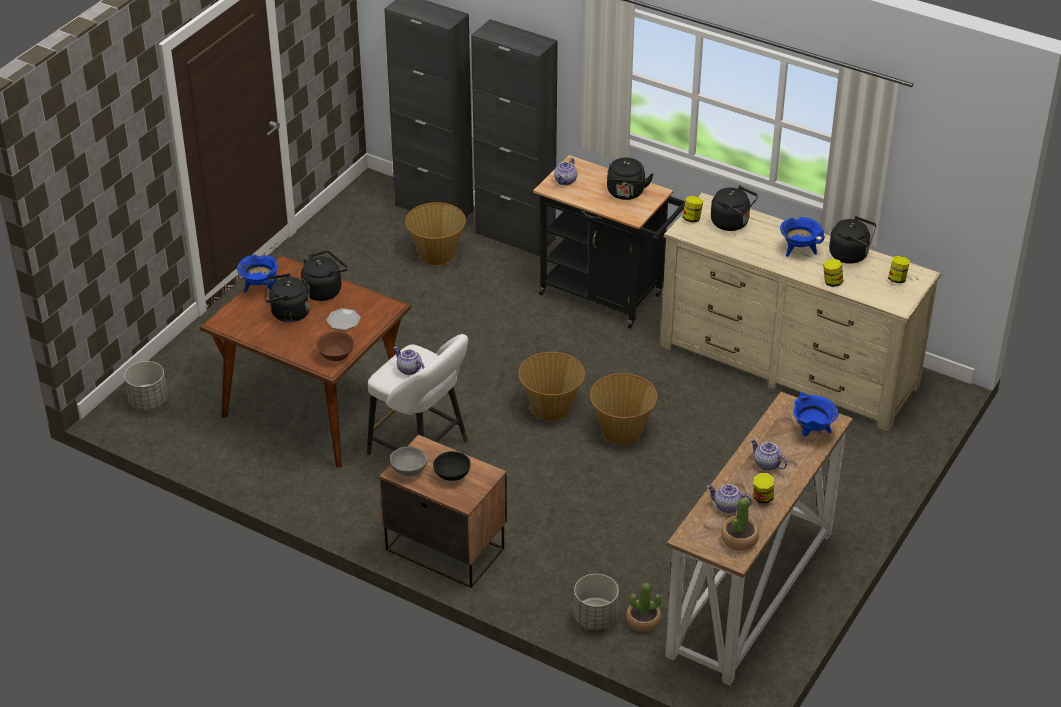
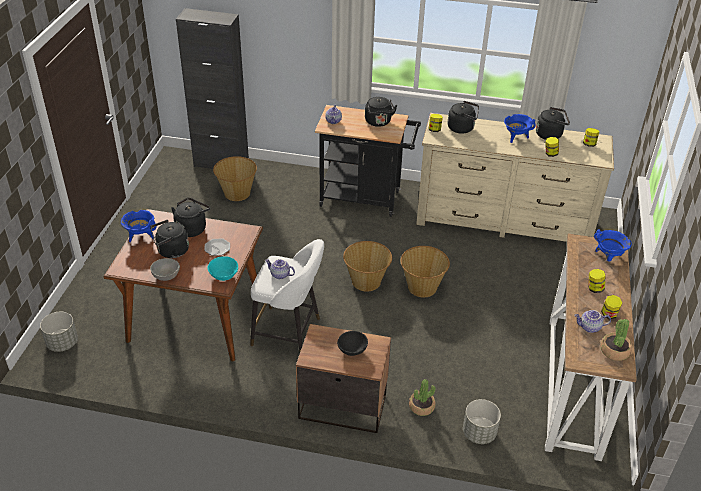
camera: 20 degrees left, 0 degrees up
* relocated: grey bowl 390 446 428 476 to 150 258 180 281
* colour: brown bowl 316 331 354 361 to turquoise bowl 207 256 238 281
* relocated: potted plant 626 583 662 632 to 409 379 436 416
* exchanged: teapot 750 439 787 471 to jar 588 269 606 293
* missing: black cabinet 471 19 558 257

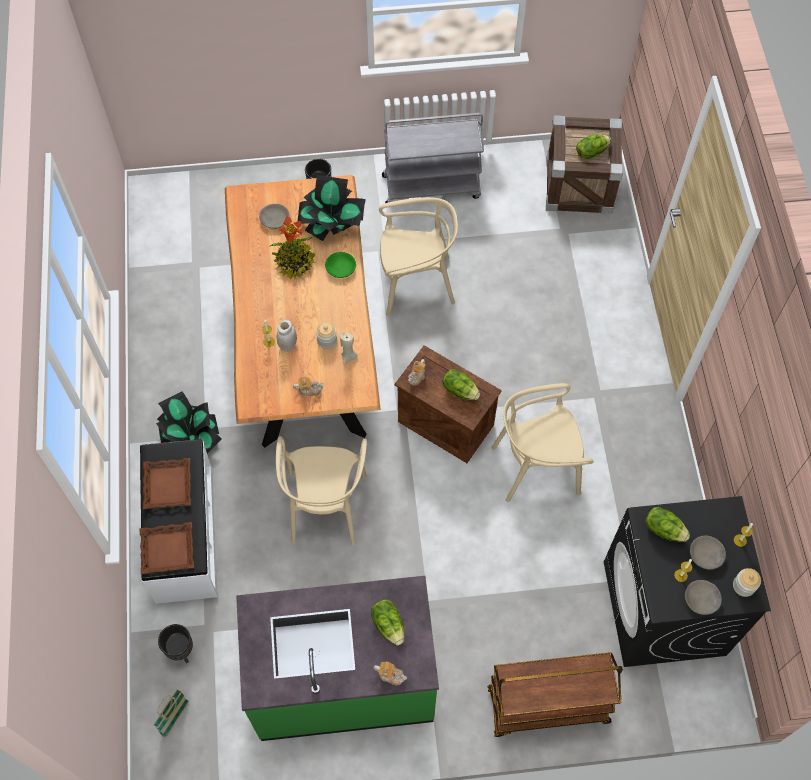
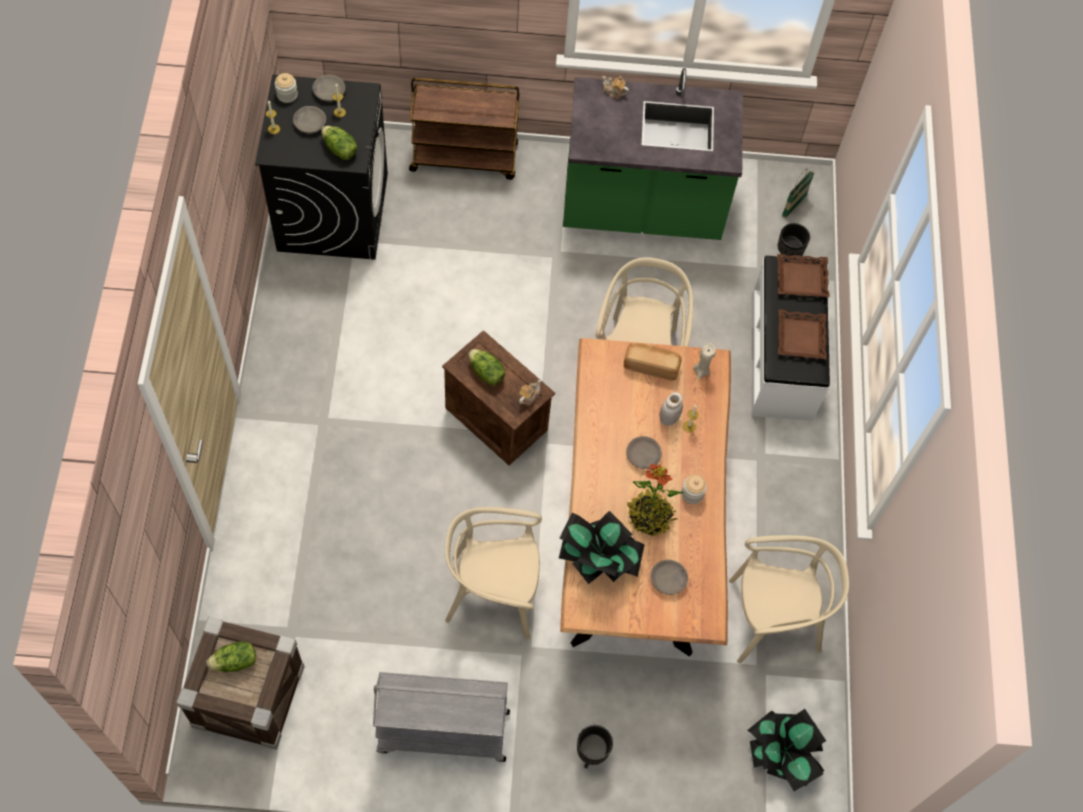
camera: 175 degrees left, 0 degrees up
* exchanged: teapot 293 376 324 396 to bread 624 343 682 381
* appeared: grey bowl 626 436 662 469
* relocated: jar 316 322 337 349 to 681 474 707 504
* relocated: beige candle 340 332 358 365 to 693 343 716 379
* relocated: beige chair 491 383 594 502 to 729 535 849 663
* relocated: potted plant 156 392 222 453 to 747 709 826 791
* missing: green bowl 325 252 356 278
* missing: lettuce 371 599 404 646

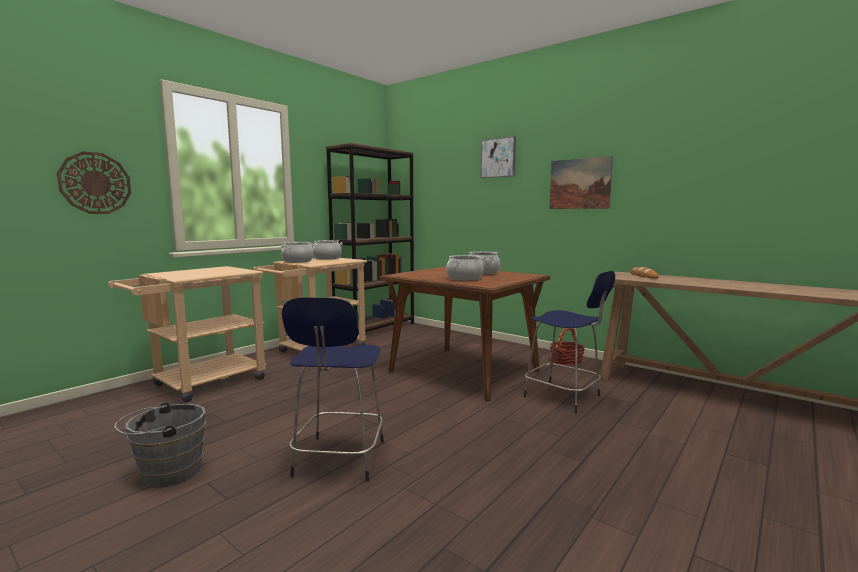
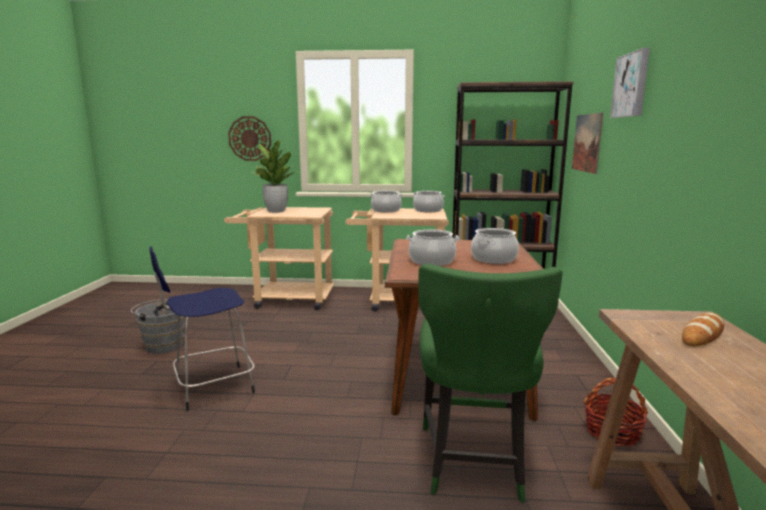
camera: 55 degrees right, 5 degrees up
* appeared: potted plant 252 140 298 213
* exchanged: blue stool 524 271 615 413 to green chair 418 263 563 503
* relocated: picture 550 156 613 209 to 572 112 603 174

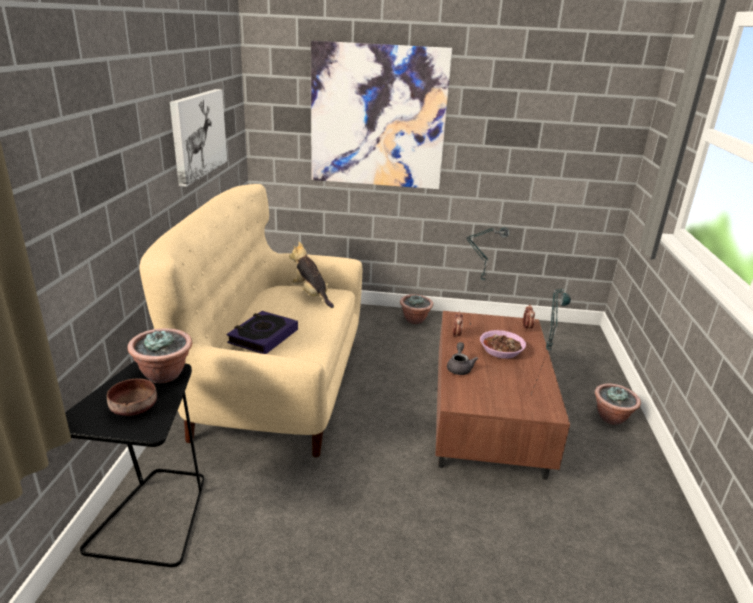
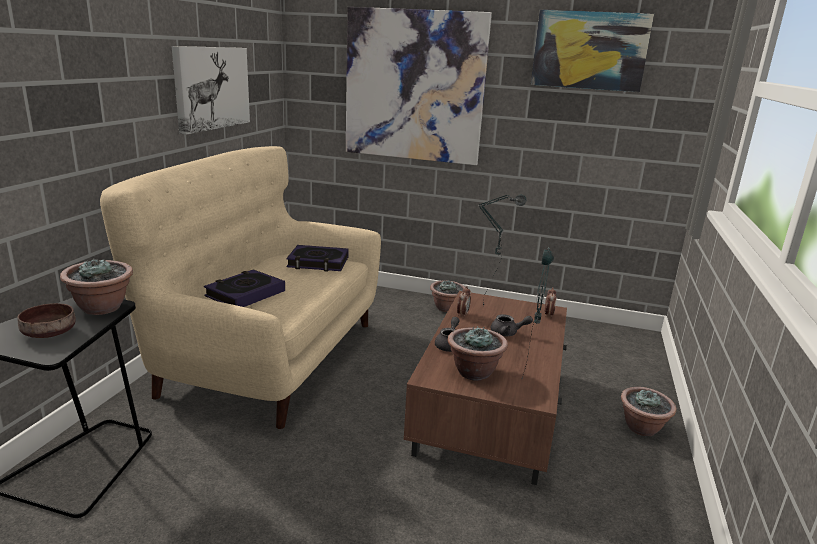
camera: 10 degrees right, 5 degrees down
* exchanged: plush toy 289 242 334 308 to book 286 245 349 272
* appeared: potted plant 448 326 508 381
* exchanged: bowl 480 330 526 358 to grey teapot 491 314 533 336
* appeared: picture 531 9 654 92

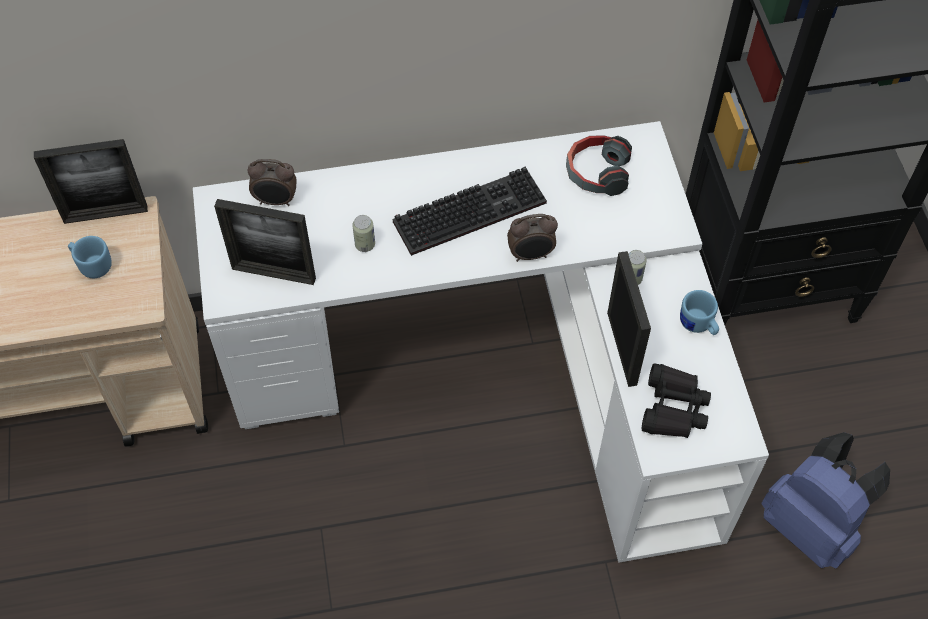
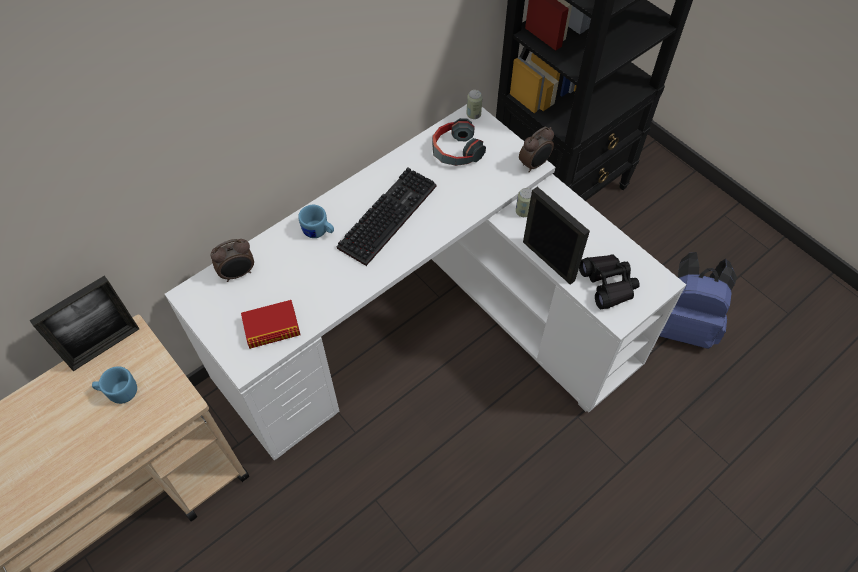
camera: 30 degrees left, 0 degrees up
* exchanged: picture frame 214 199 316 285 to book 241 300 300 349
* relocated: blue mug 680 290 719 335 to 298 205 334 238
* relocated: can 352 215 375 252 to 466 90 483 119
* relocated: alarm clock 507 214 558 262 to 519 127 554 173

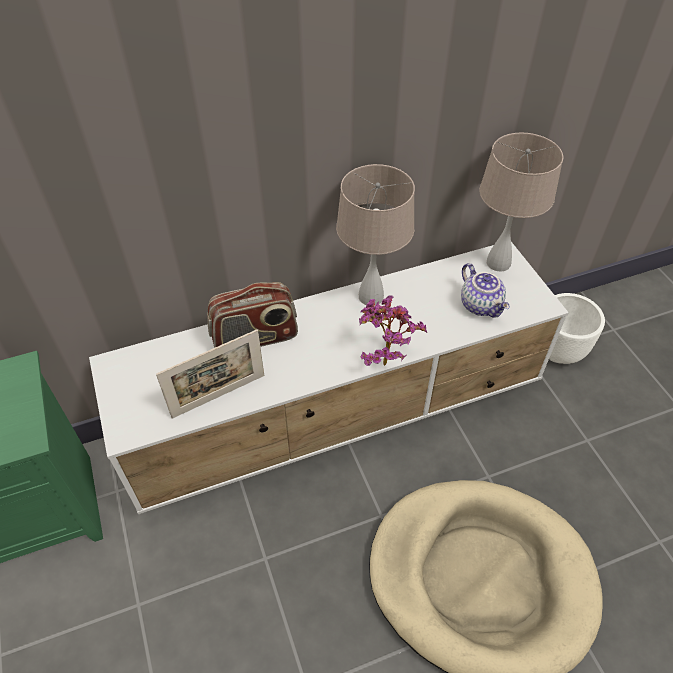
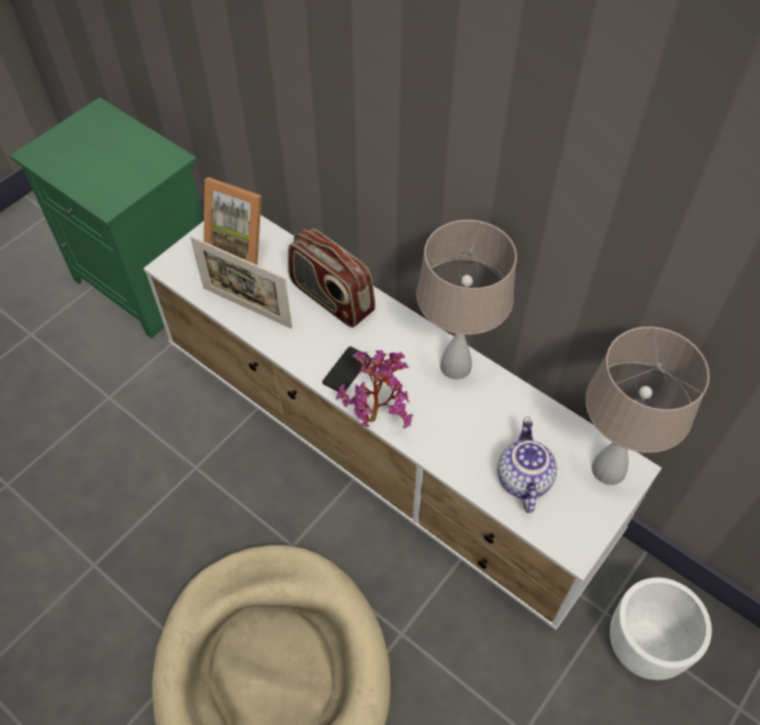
camera: 60 degrees right, 5 degrees up
* appeared: picture frame 204 177 262 265
* appeared: phone 322 346 370 392
* spun: teapot 461 263 510 317 = 497 417 557 513 150 degrees clockwise

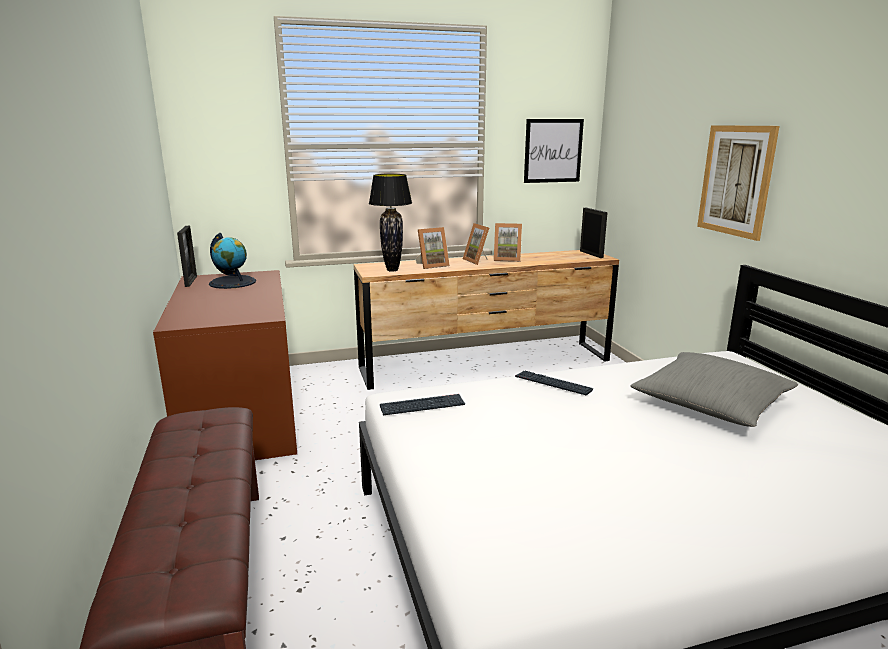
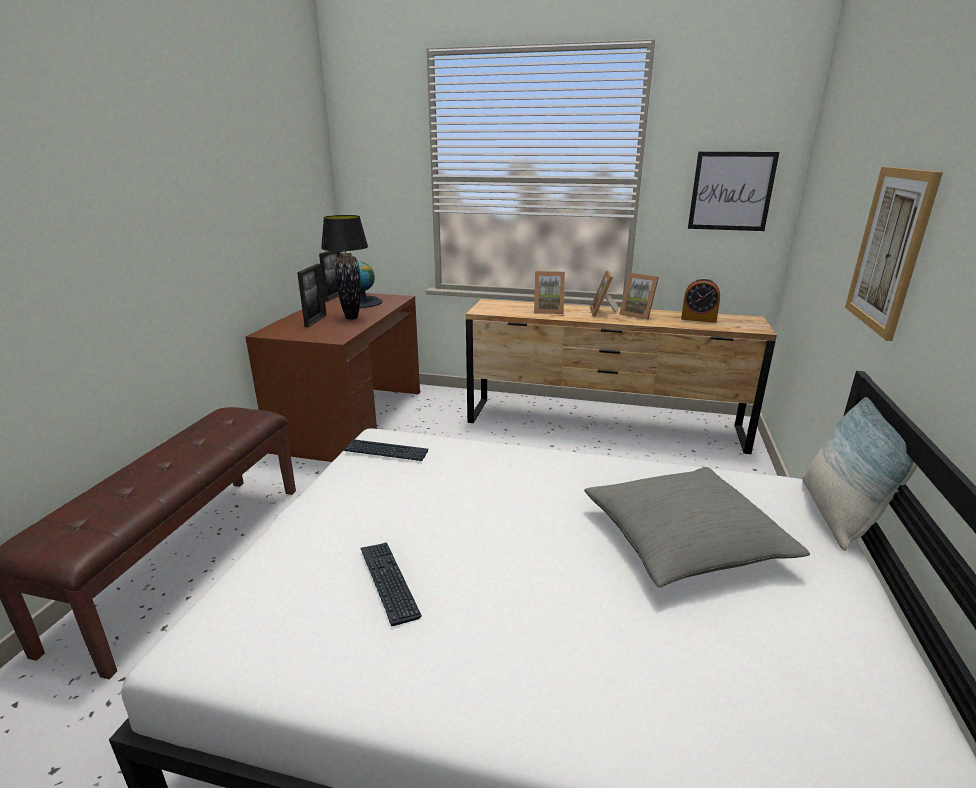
camera: 30 degrees right, 5 degrees up
* relocated: picture frame 580 208 608 258 to 297 264 327 327
* relocated: black table lamp 369 174 412 272 to 321 215 368 320
* relocated: keyboard 515 371 593 396 to 361 542 422 626
* appeared: alarm clock 681 278 720 323
* appeared: pillow 802 397 918 551

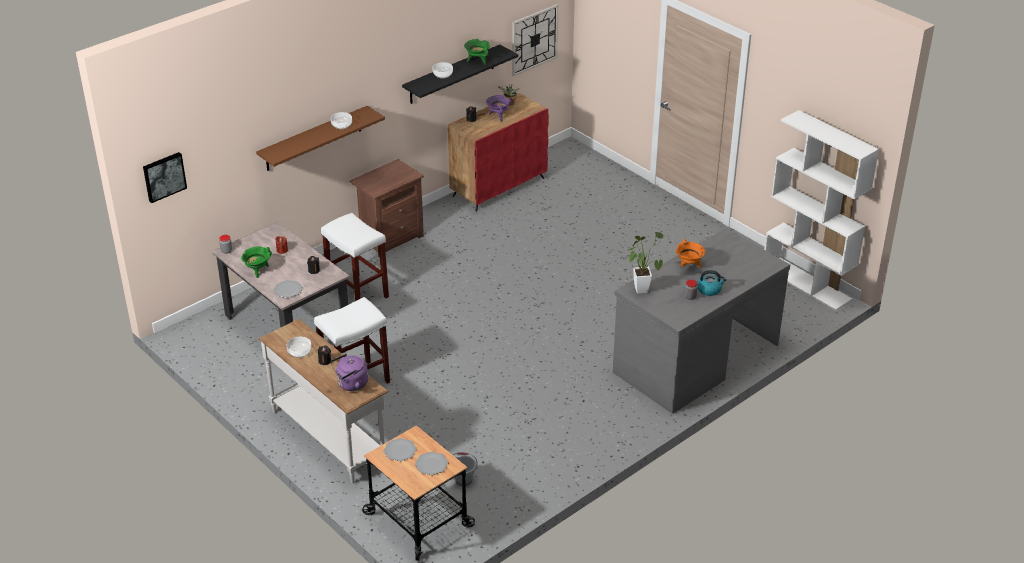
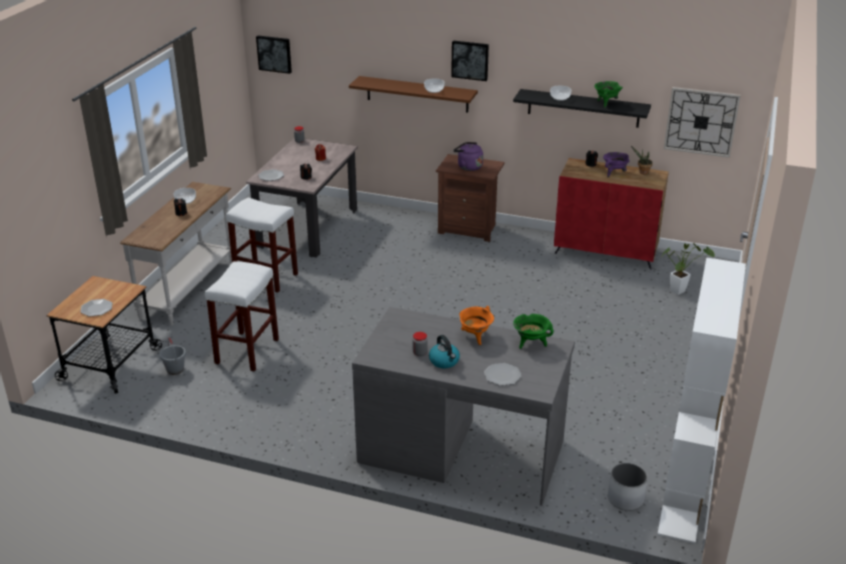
camera: 60 degrees right, 5 degrees down
* relocated: white stool 321 213 389 301 to 205 261 279 372
* appeared: picture 451 41 489 81
* relocated: purple kettle 330 354 368 391 to 453 142 483 171
* relocated: plate 384 438 417 461 to 484 363 521 386
* relocated: green cooking pot 241 246 272 278 to 513 313 554 349
* appeared: white planter 608 463 647 511
* relocated: potted plant 627 232 664 294 to 662 243 715 295

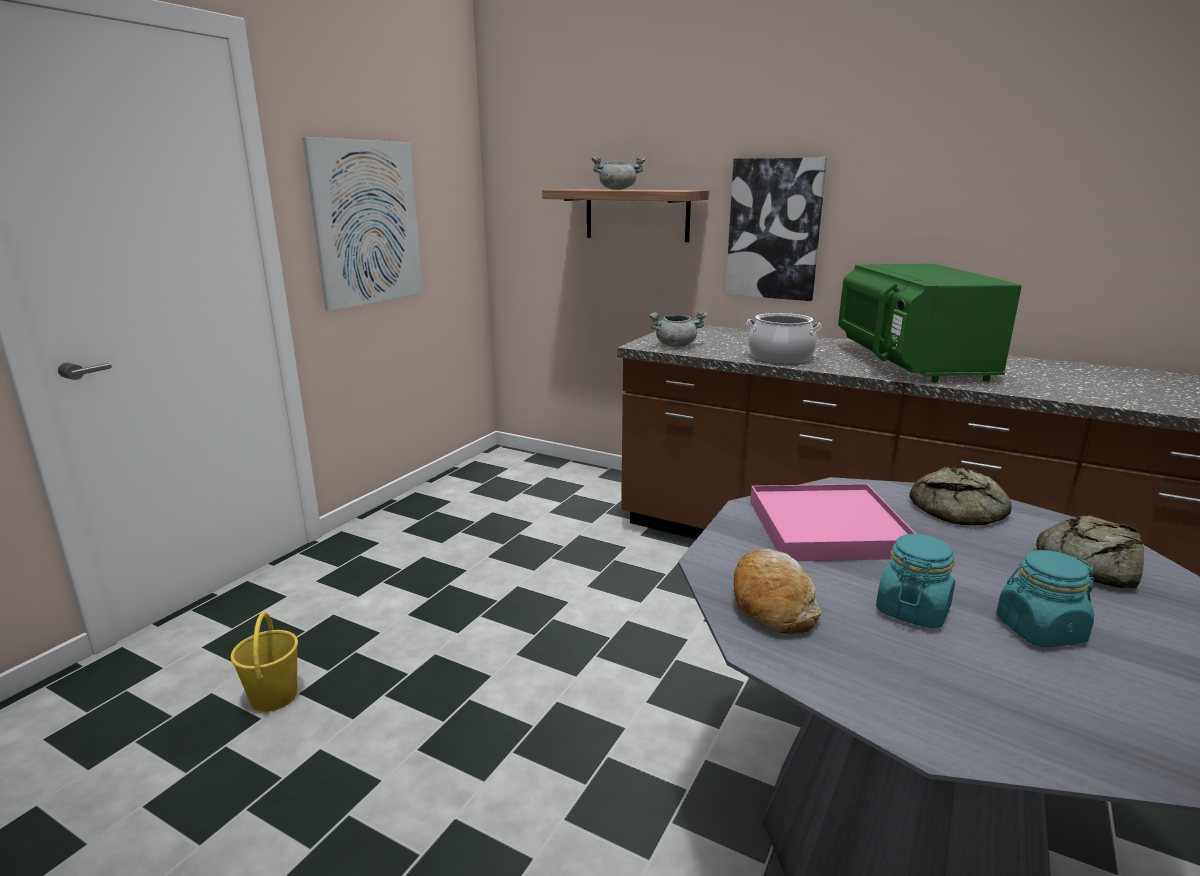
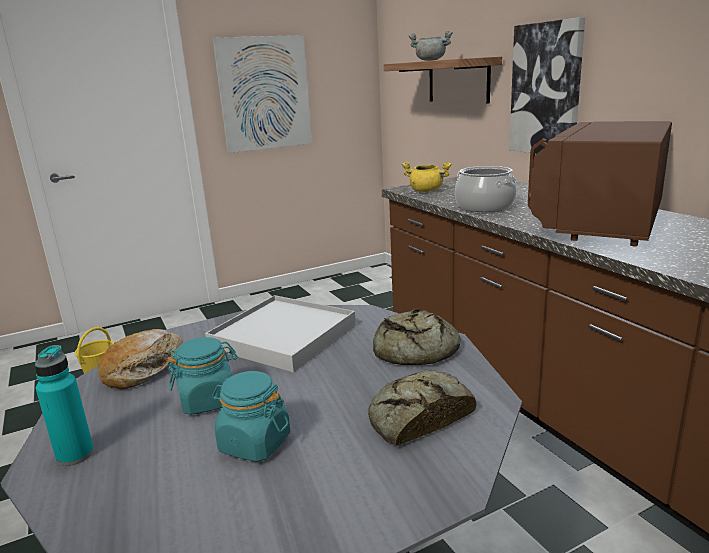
camera: 35 degrees right, 0 degrees up
* appeared: turquoise bottle 35 345 94 466
* colour: pink tray 750 484 916 561 to white tray 205 295 356 372
* colour: grey cooking pot 649 311 707 347 to yellow cooking pot 402 162 452 192
* colour: green microwave 838 264 1022 382 to brown microwave 528 121 672 246

